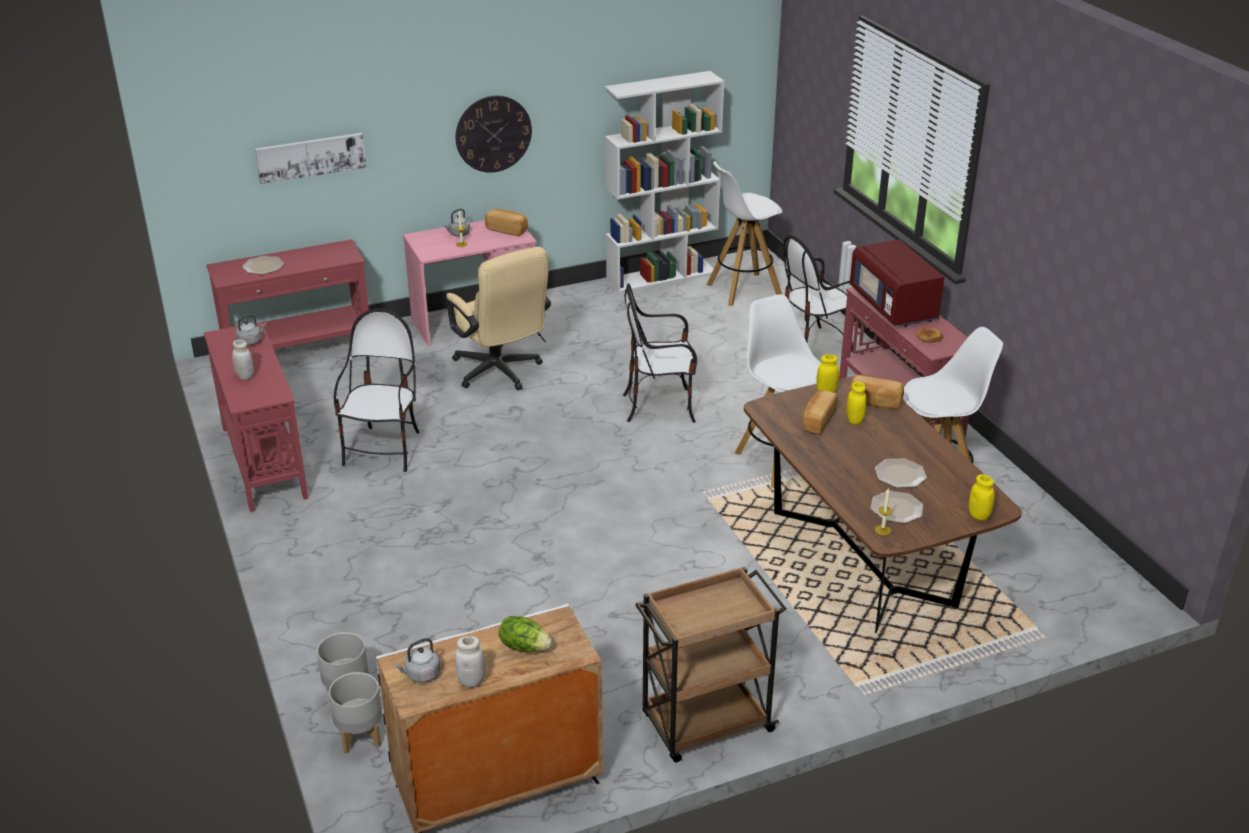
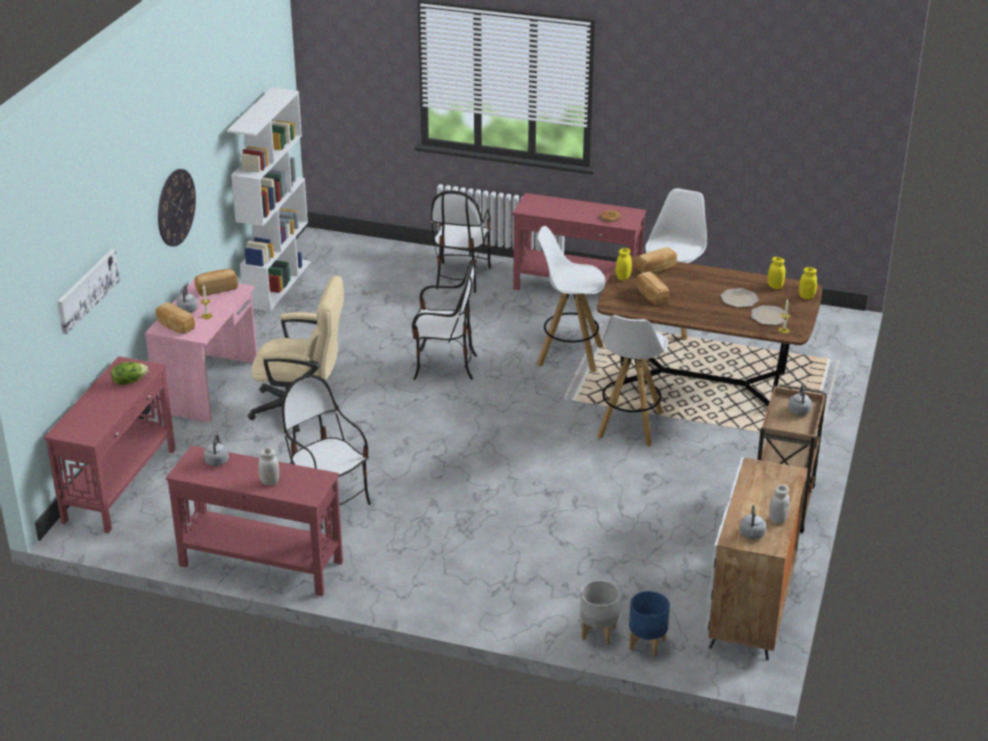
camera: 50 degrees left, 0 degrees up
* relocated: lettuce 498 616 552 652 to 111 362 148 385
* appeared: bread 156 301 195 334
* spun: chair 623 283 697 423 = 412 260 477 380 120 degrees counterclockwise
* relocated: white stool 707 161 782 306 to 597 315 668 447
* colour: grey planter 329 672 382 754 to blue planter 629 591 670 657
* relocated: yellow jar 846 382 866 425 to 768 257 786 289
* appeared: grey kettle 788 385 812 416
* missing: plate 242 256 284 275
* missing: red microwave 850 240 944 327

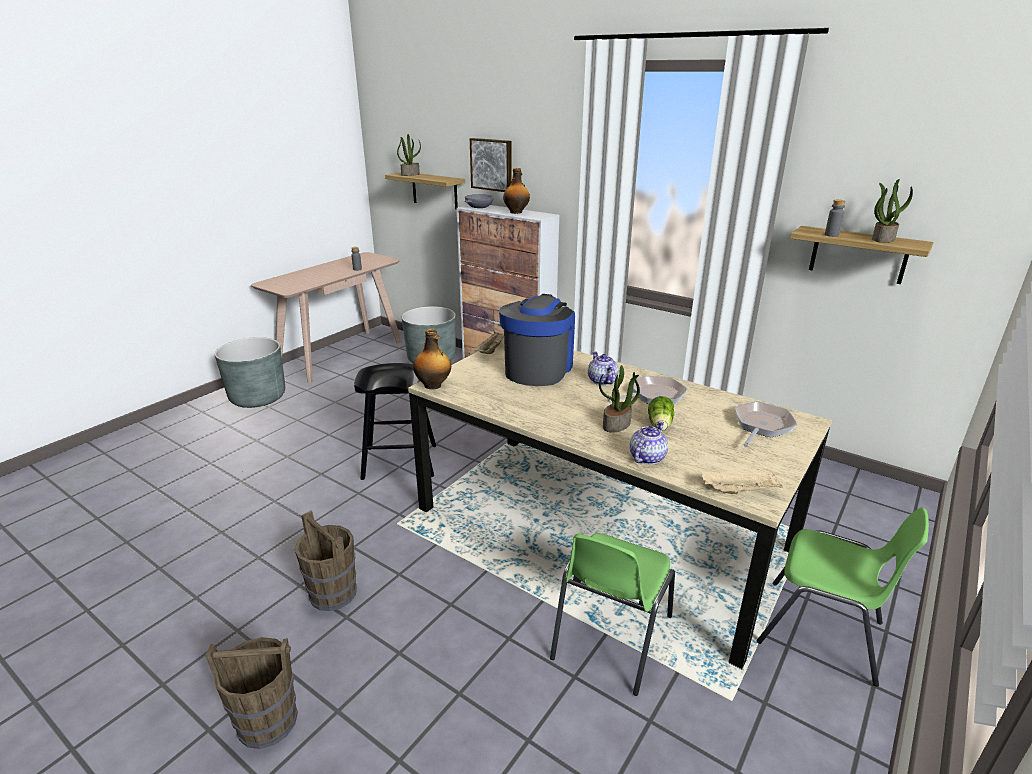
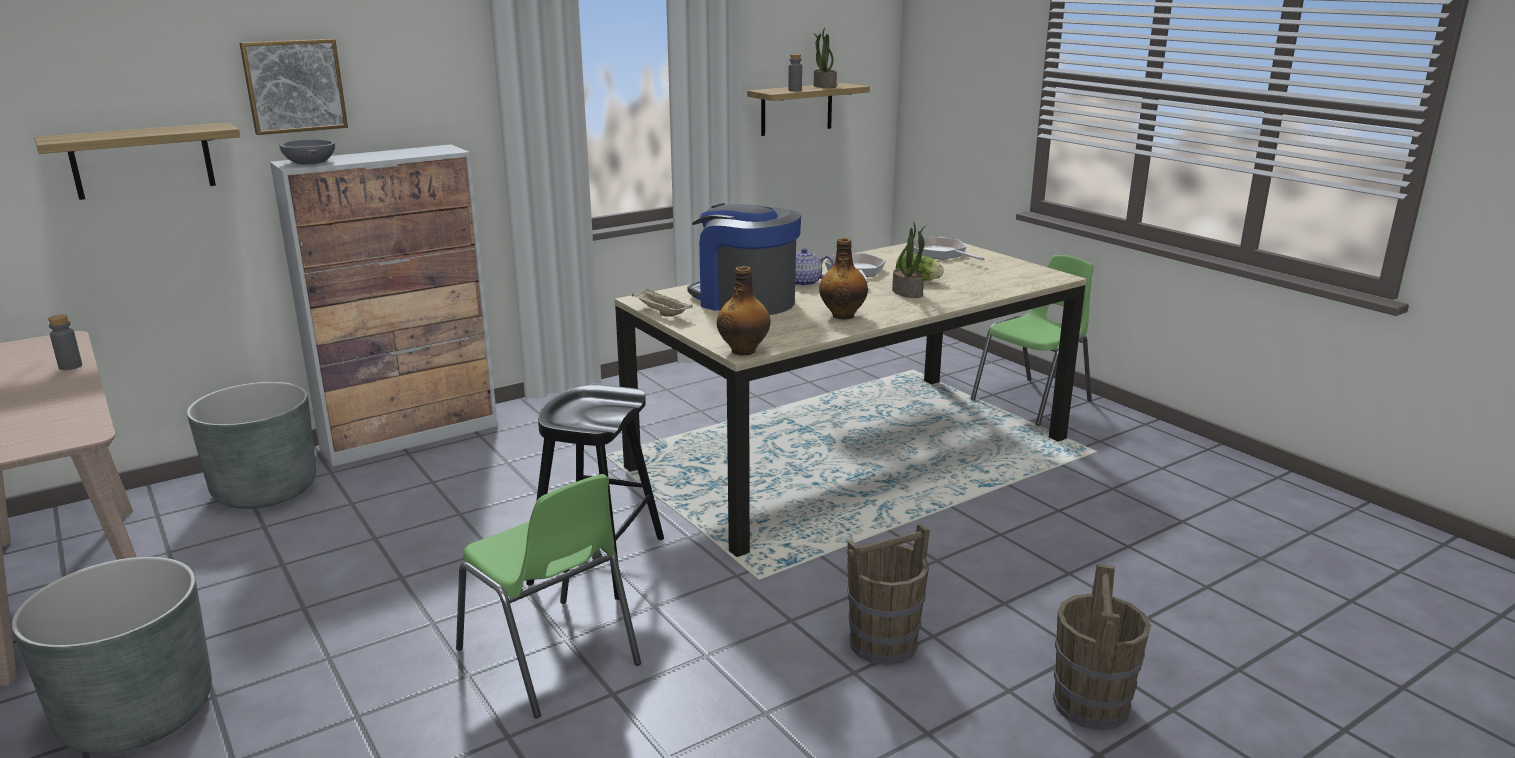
camera: 70 degrees left, 5 degrees down
* relocated: green chair 550 533 675 696 to 456 474 641 718
* relocated: bottle 503 168 530 214 to 819 238 868 320
* missing: potted plant 397 134 421 176
* missing: teapot 630 421 668 465
* missing: beige tray 702 471 784 494

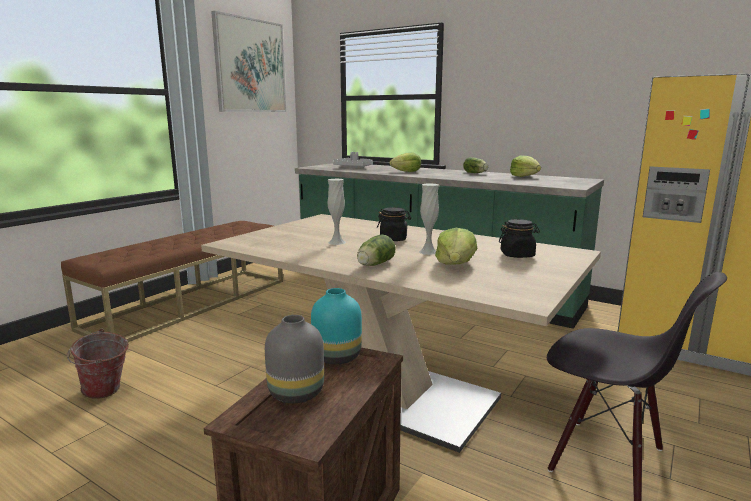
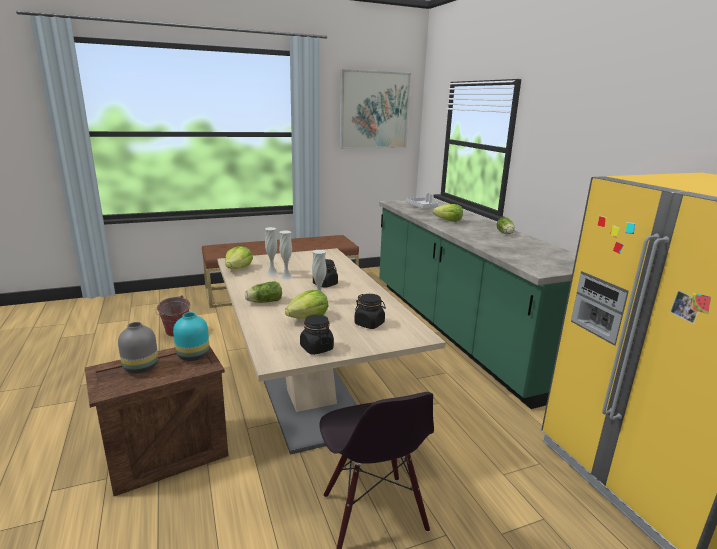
camera: 35 degrees right, 5 degrees up
* relocated: lettuce 510 156 541 177 to 225 246 253 269
* appeared: white vase 265 227 279 275
* appeared: black jar 300 314 334 355

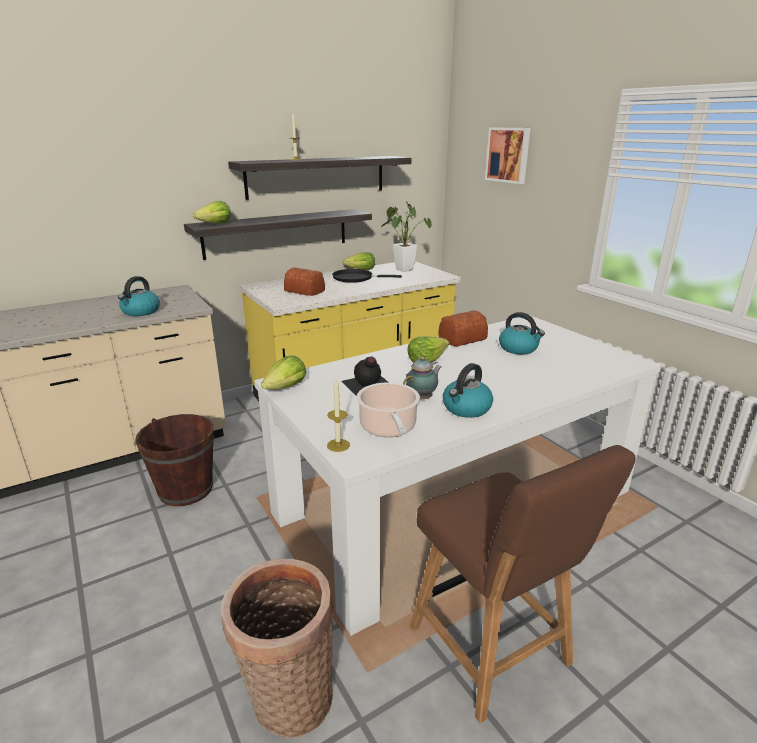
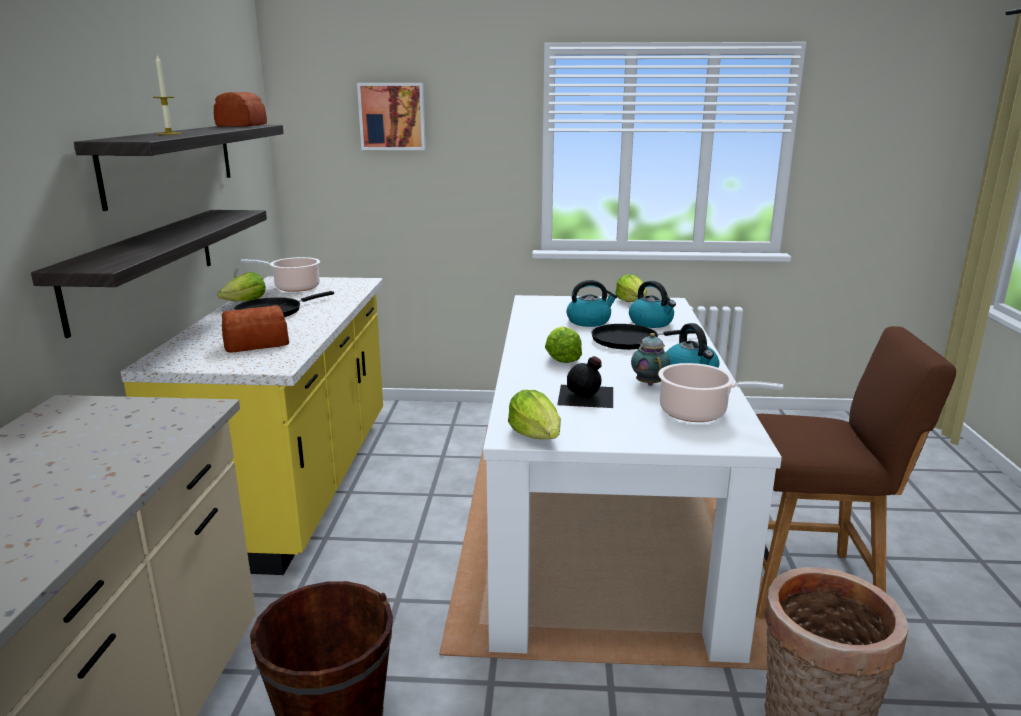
camera: 55 degrees left, 5 degrees down
* relocated: bread 438 310 488 346 to 214 92 267 127
* exchanged: potted plant 381 201 432 272 to cooking pot 240 257 320 292
* appeared: black frying pan 591 324 695 350
* relocated: lettuce 193 201 231 224 to 615 274 647 302
* relocated: kettle 118 276 160 316 to 629 281 676 328
* missing: candle 327 379 350 452

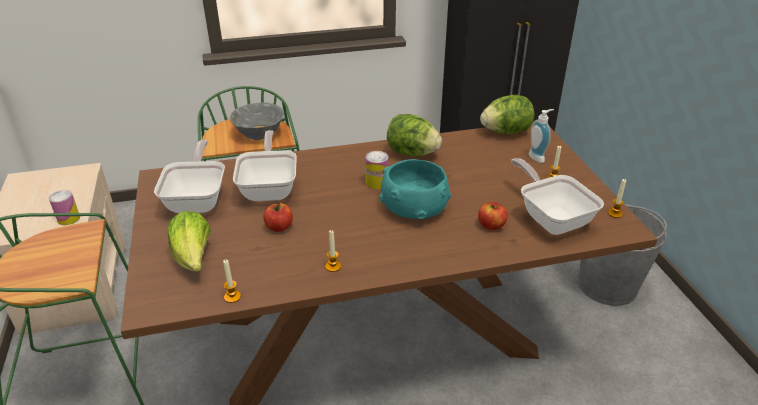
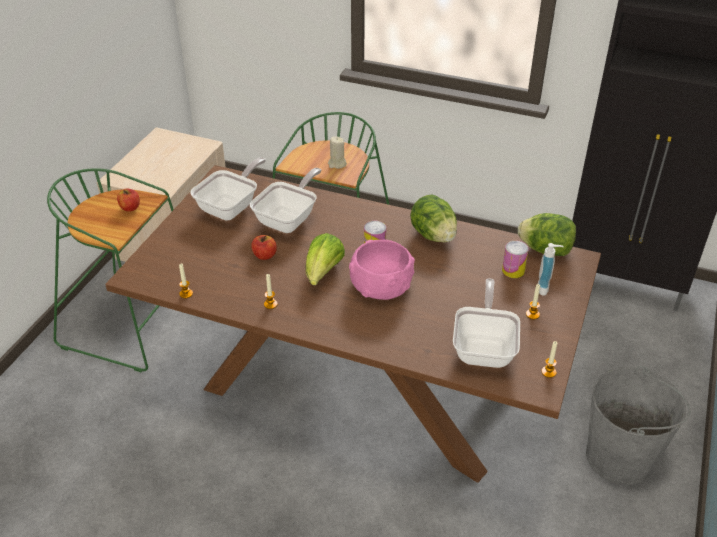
camera: 35 degrees right, 5 degrees up
* relocated: apple 478 202 508 230 to 117 188 140 211
* relocated: lettuce 167 211 211 272 to 305 233 345 285
* exchanged: grey bowl 230 102 284 140 to beige candle 328 136 347 169
* colour: turquoise bowl 379 159 451 219 to pink bowl 349 240 415 300
* relocated: can 49 190 80 225 to 502 241 529 278

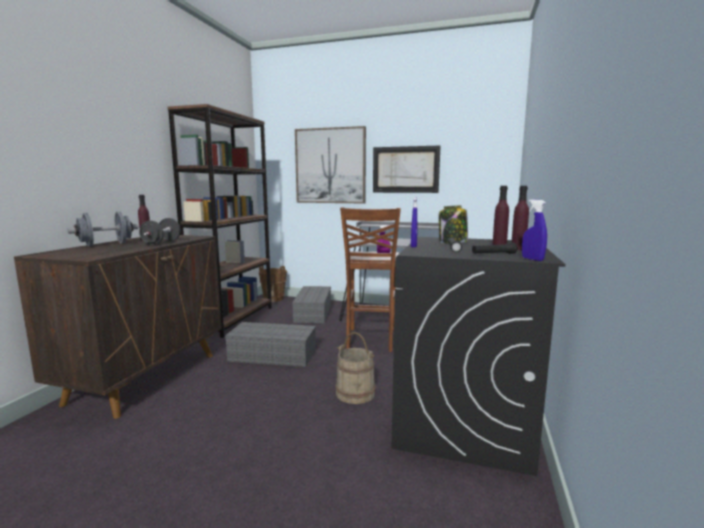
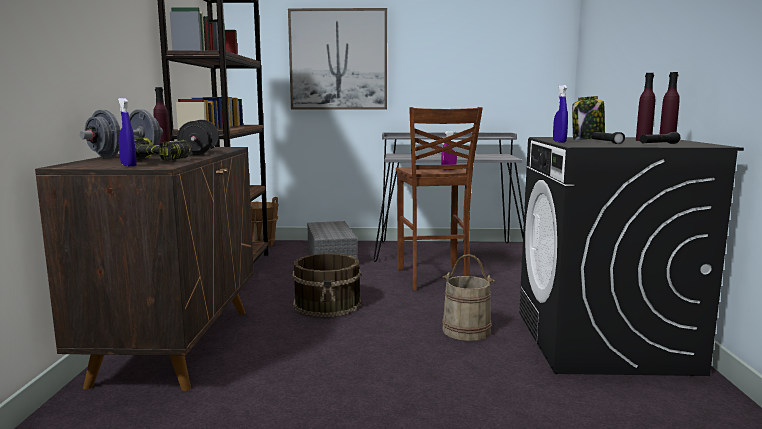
camera: 15 degrees left, 0 degrees up
* relocated: blue spray bottle 522 199 547 261 to 118 98 136 167
* appeared: power drill 119 137 192 161
* exchanged: grey storage box 225 322 316 367 to brown bucket 293 253 361 317
* missing: picture 373 146 440 193

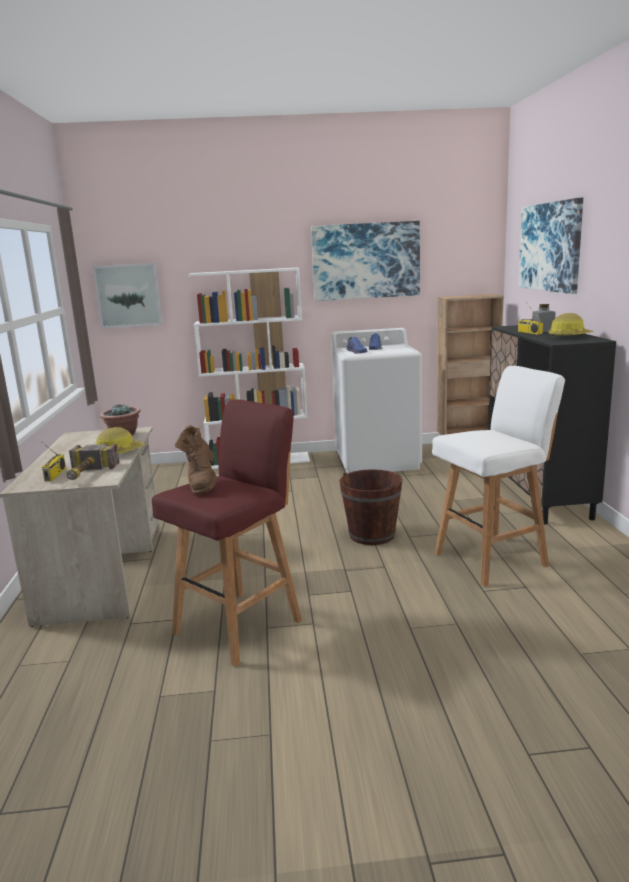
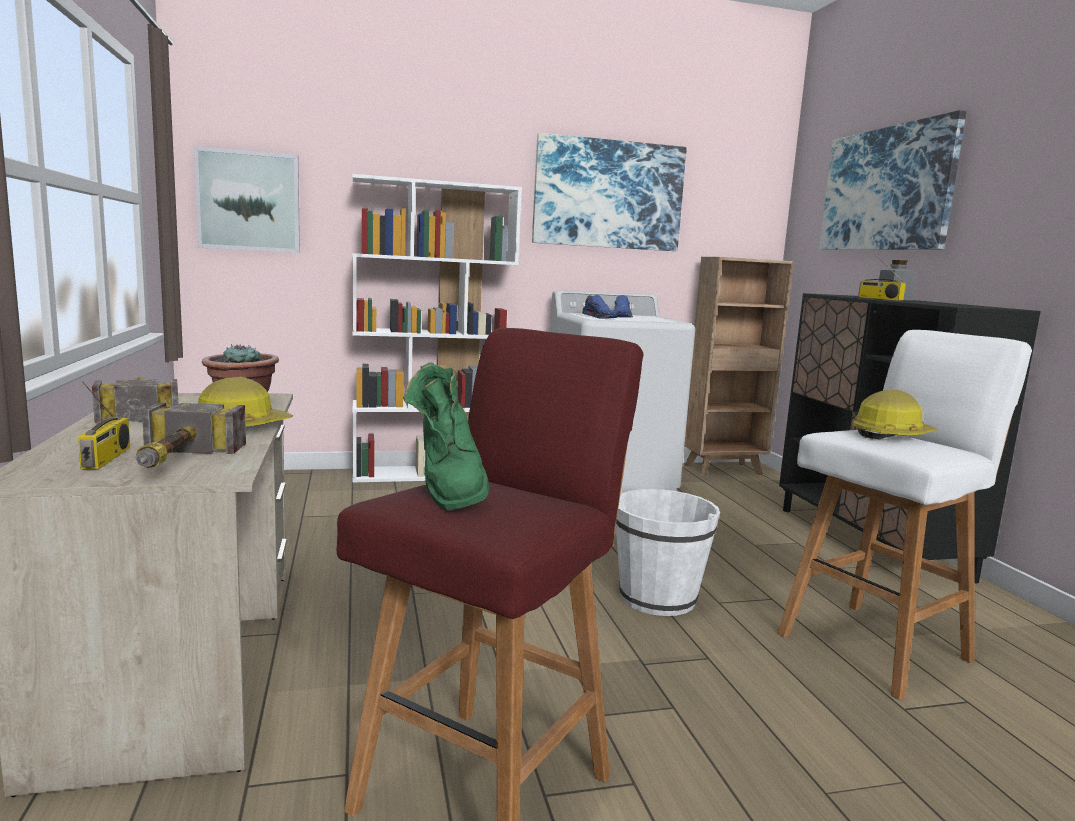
camera: 10 degrees left, 5 degrees down
* appeared: hammer 92 377 178 423
* colour: brown boot 175 425 216 495 to green boot 403 362 489 510
* colour: brown bucket 339 469 403 545 to white bucket 616 489 720 616
* relocated: hard hat 548 313 594 339 to 852 390 937 439

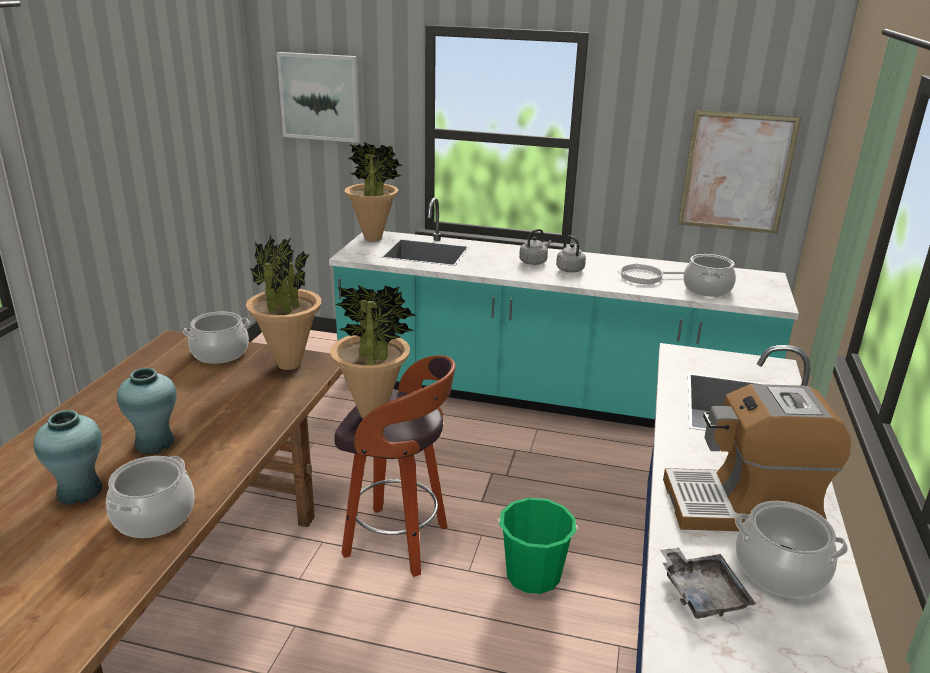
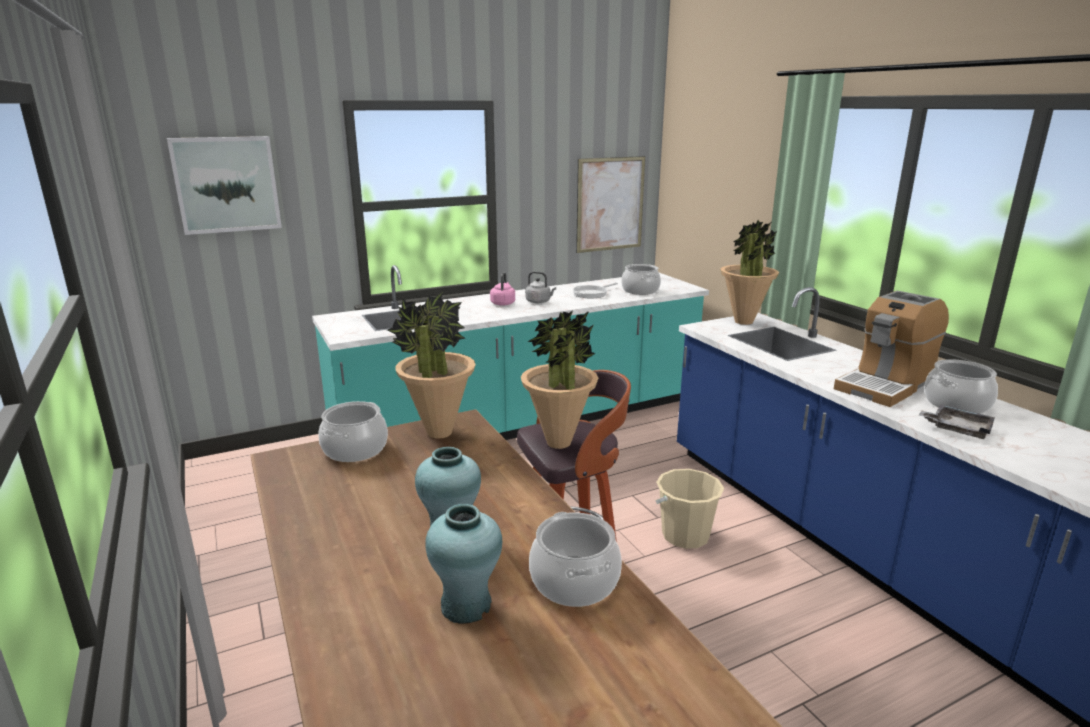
camera: 40 degrees left, 5 degrees down
* colour: grey kettle 519 229 552 265 to pink kettle 490 272 515 306
* colour: green bucket 498 498 577 594 to beige bucket 656 469 724 549
* relocated: potted plant 345 142 403 241 to 721 220 779 325

